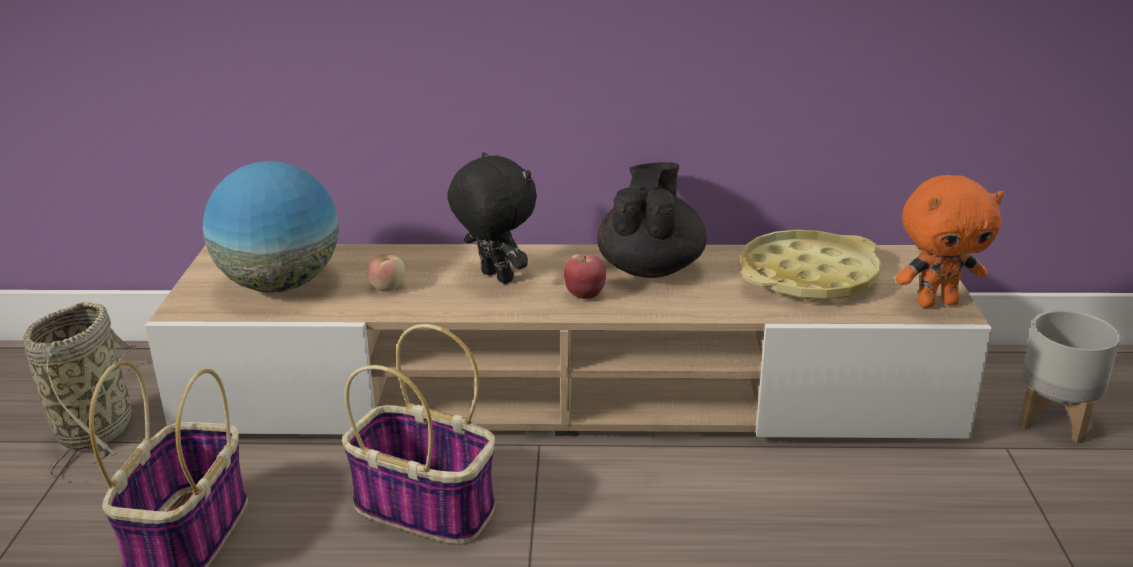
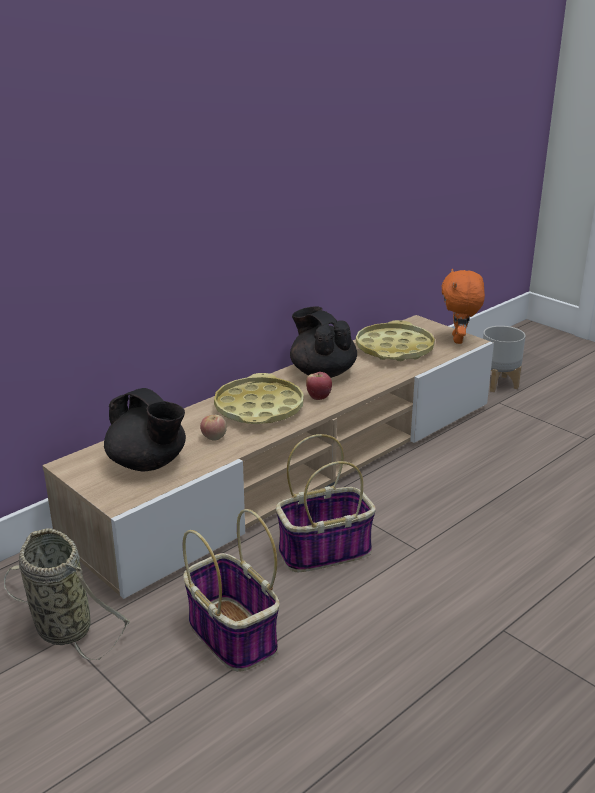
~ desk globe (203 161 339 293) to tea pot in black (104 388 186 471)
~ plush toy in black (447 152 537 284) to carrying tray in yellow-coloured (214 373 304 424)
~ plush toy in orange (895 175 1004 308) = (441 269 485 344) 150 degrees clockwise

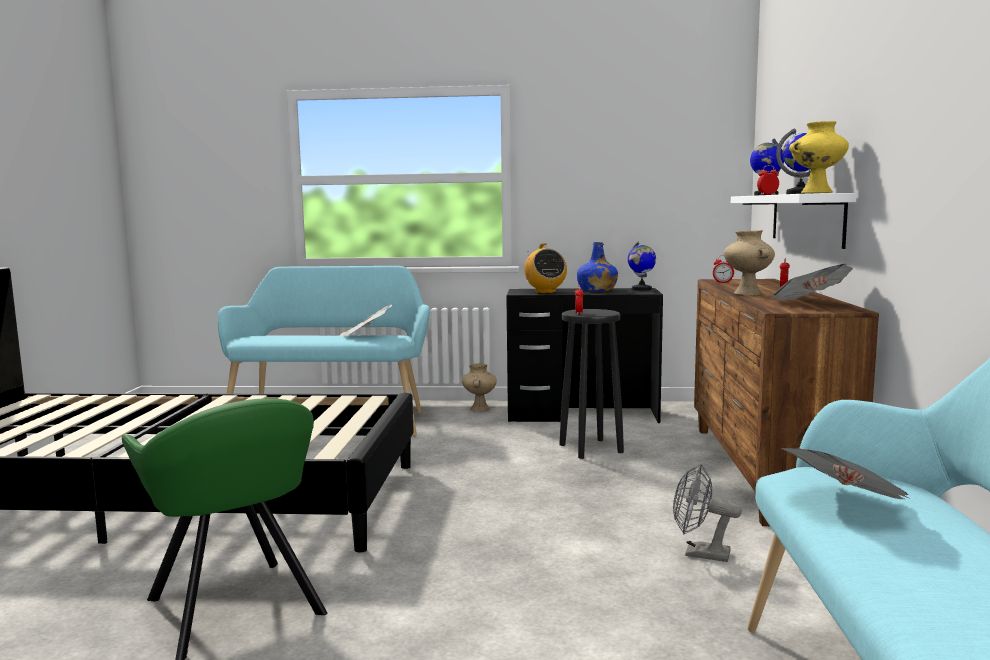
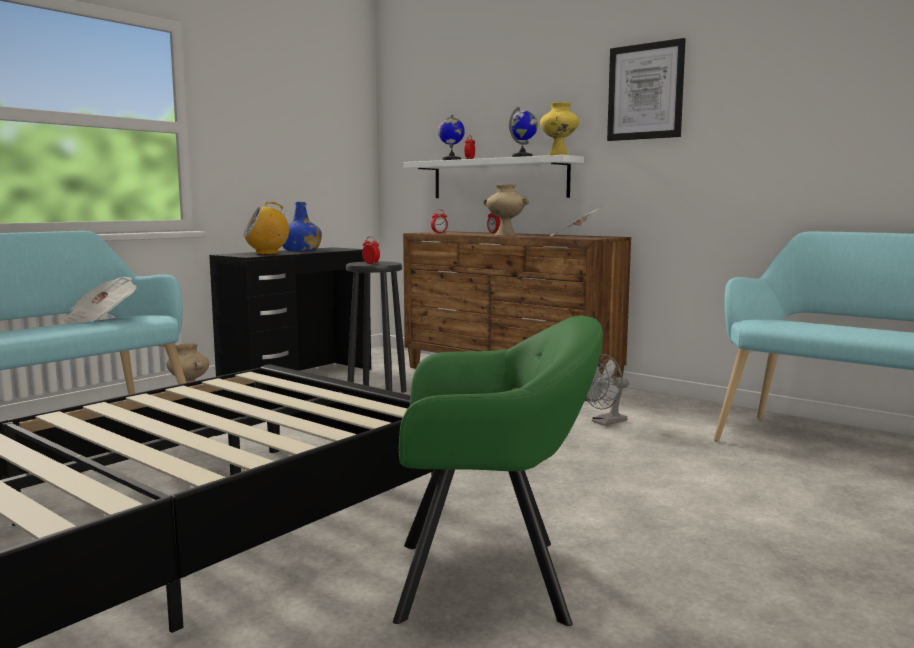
~ radio set (524 243 567 294) = (244 202 289 255) 135 degrees clockwise
- desk globe (628 241 656 291)
- newspaper (781 448 911 499)
+ wall art (607 38 686 141)

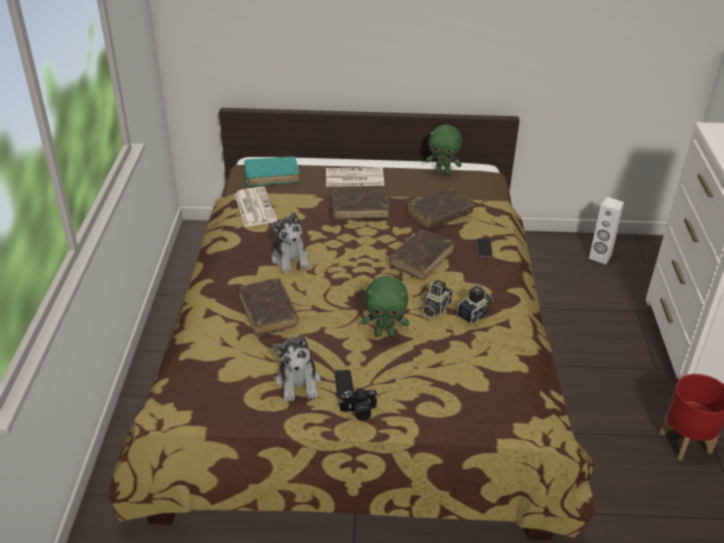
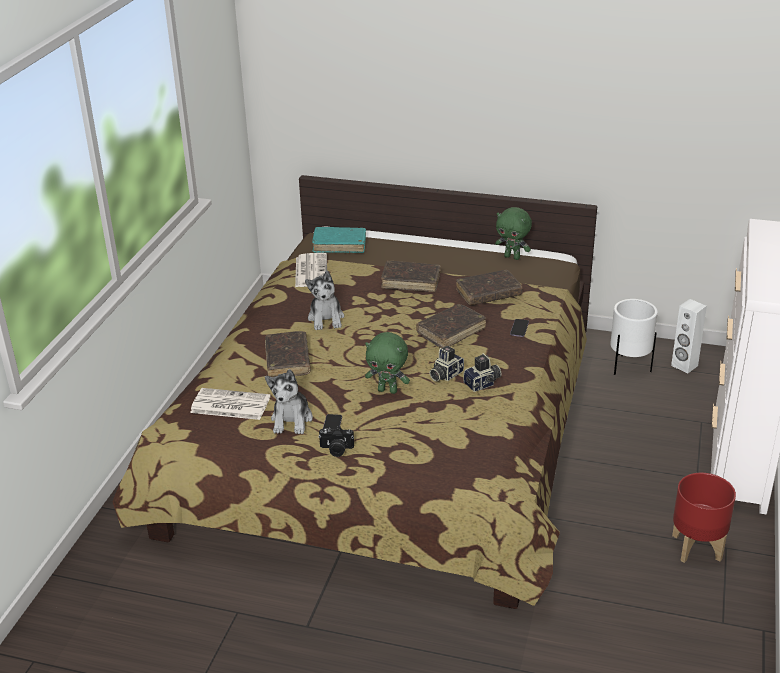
~ newspaper (326 167 384 187) to (190 388 270 420)
+ planter in whitish (610 299 658 375)

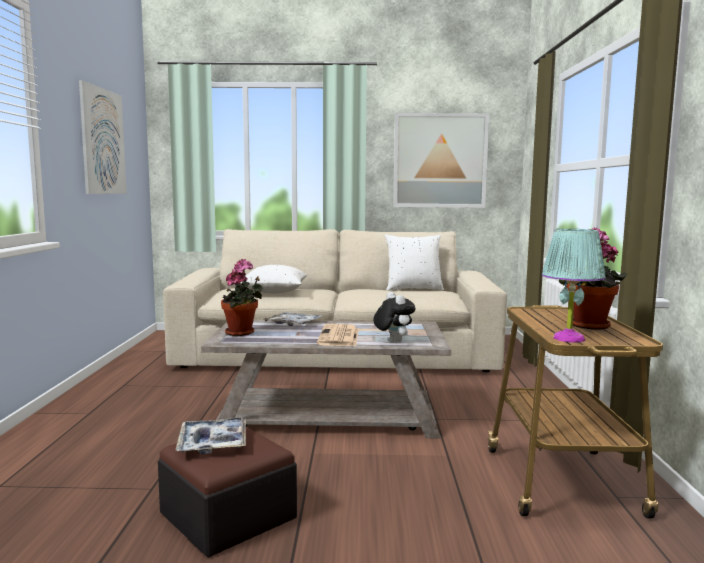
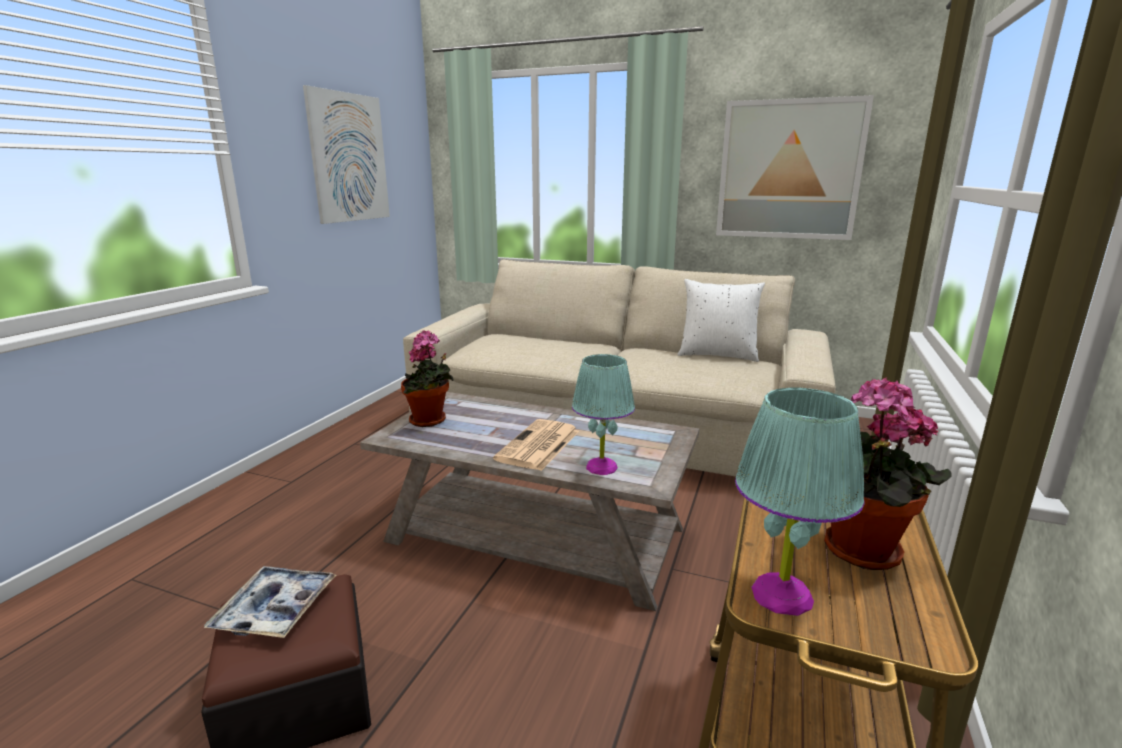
- pillow in whitish (240 265 307 293)
- carrying tray (263 312 322 326)
~ plush toy (373 292 415 342) to table lamp in turquoise-coloured (572 354 635 475)

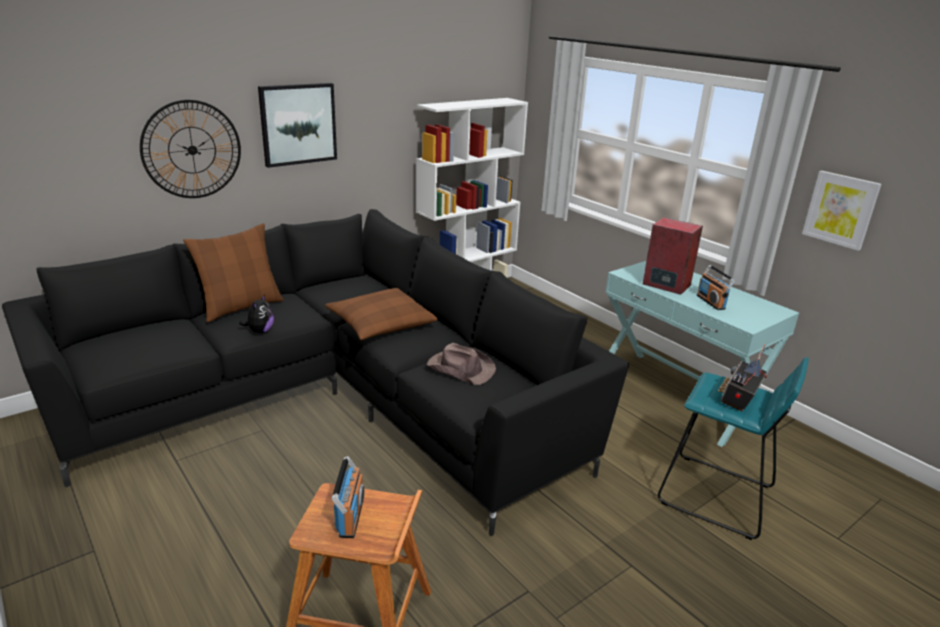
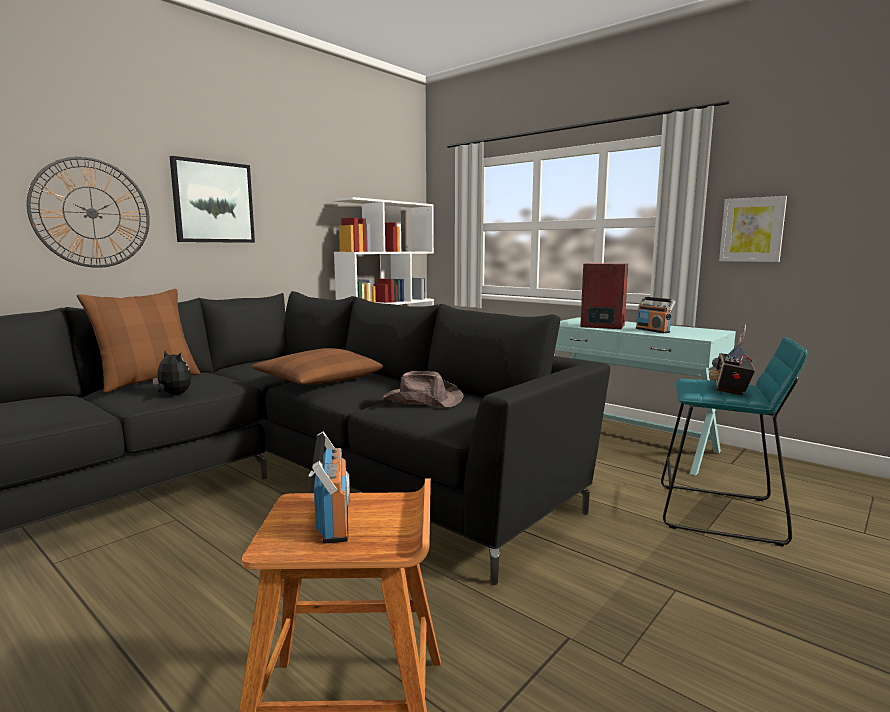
~ plush toy (239 294 274 333) = (152 351 192 395) 60 degrees counterclockwise

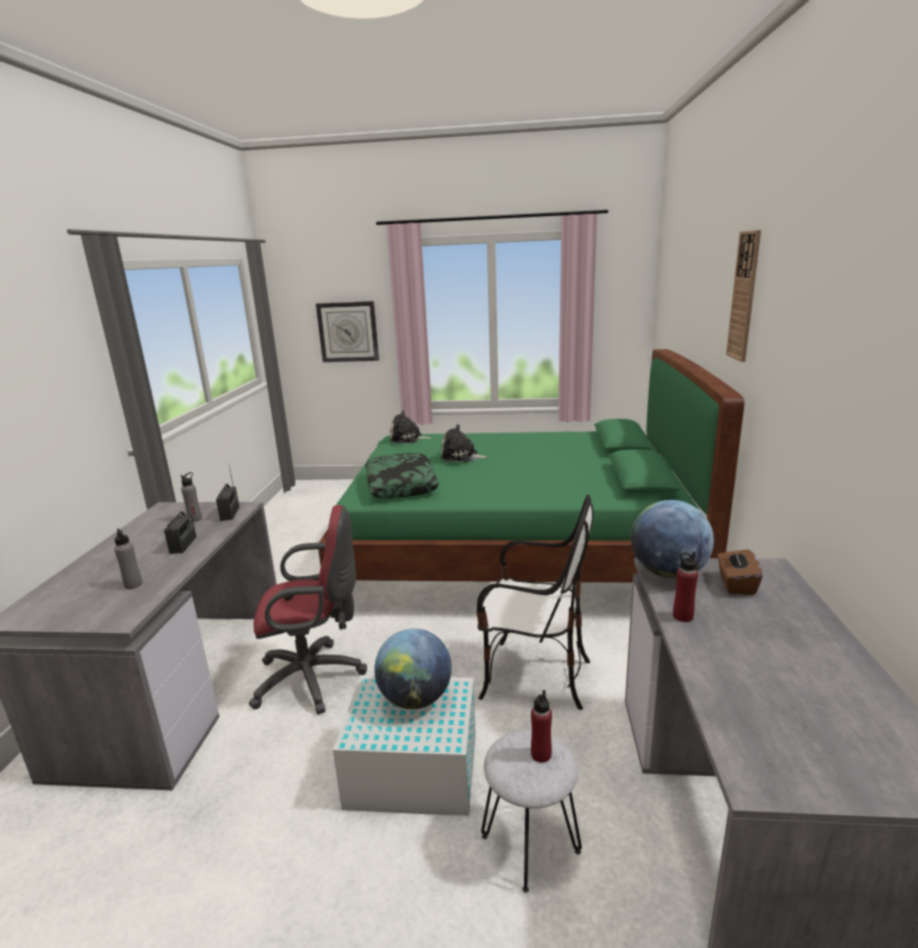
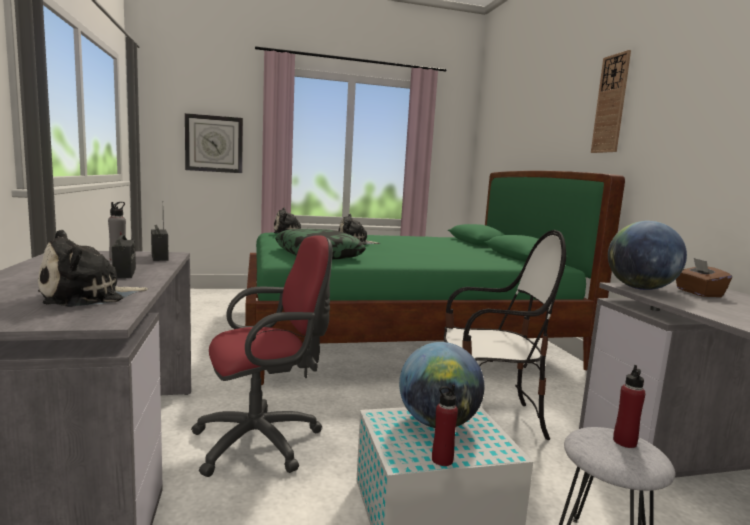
~ bottle in greyish (114 528 143 589) to plush toy (38 230 148 307)
~ bottle in reddish (673 551 698 622) to (432 385 458 466)

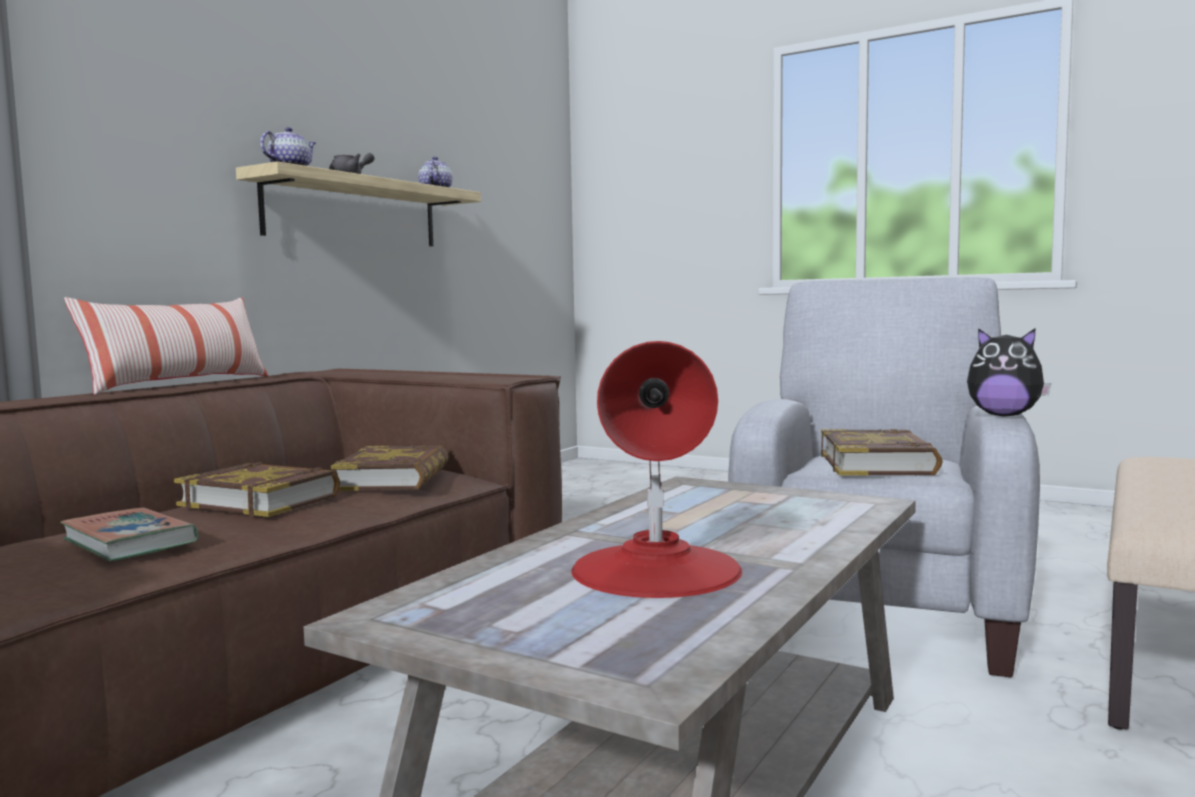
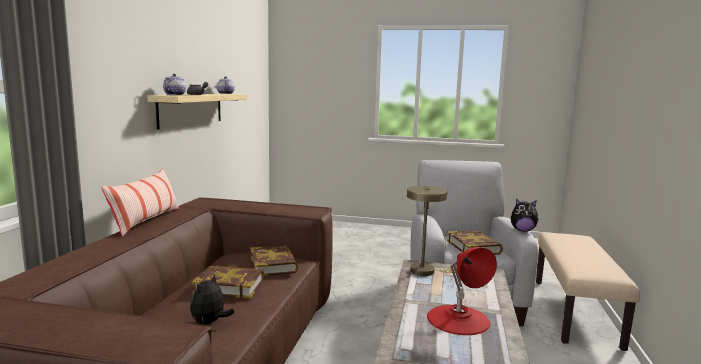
~ book (60 508 199 561) to plush toy (190 274 234 324)
+ table lamp in sand-coloured (407 186 455 276)

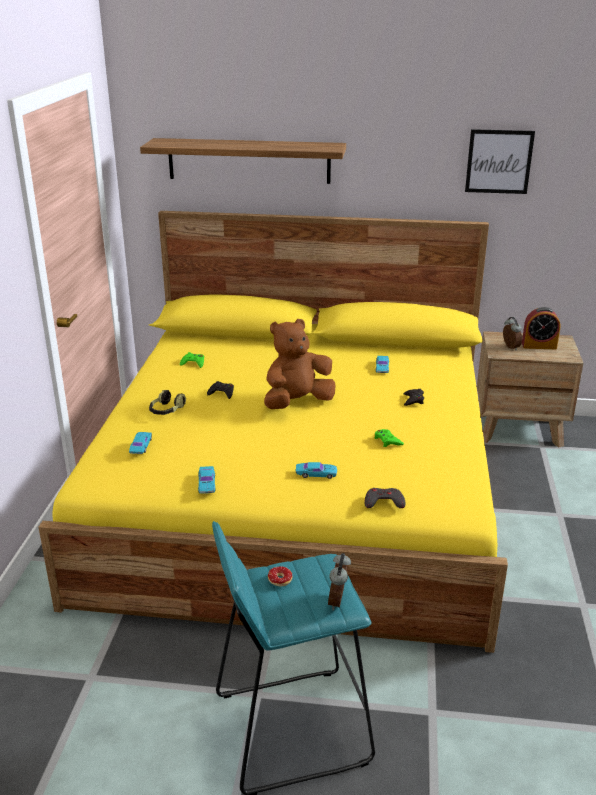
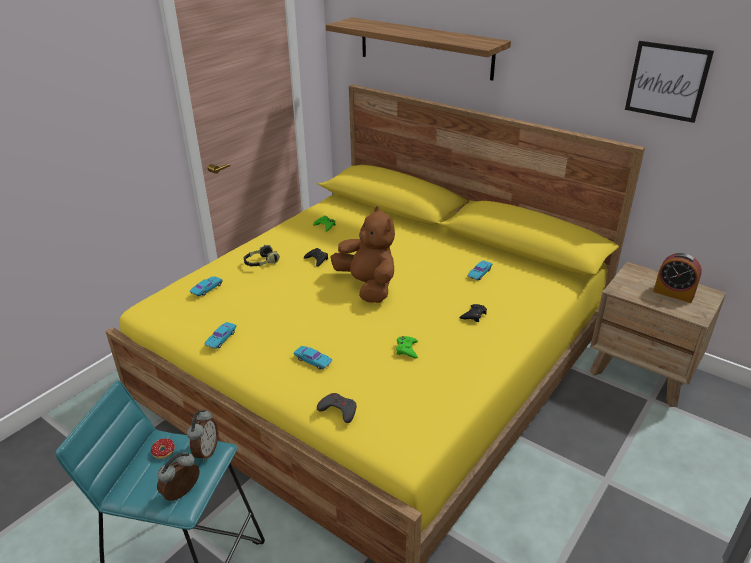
~ plush toy in brownish (264 319 336 409) = (331 206 395 303) 60 degrees clockwise
~ table clock (503 317 522 350) to (187 409 218 462)

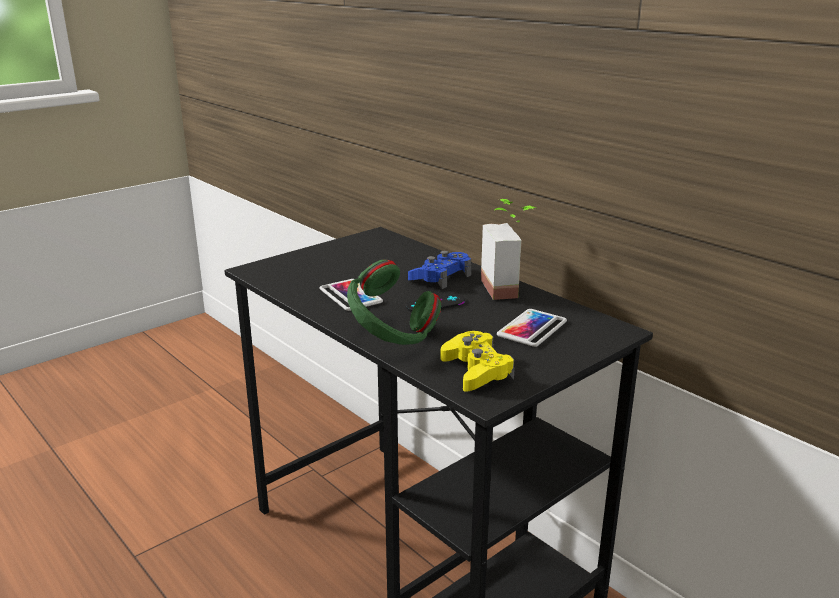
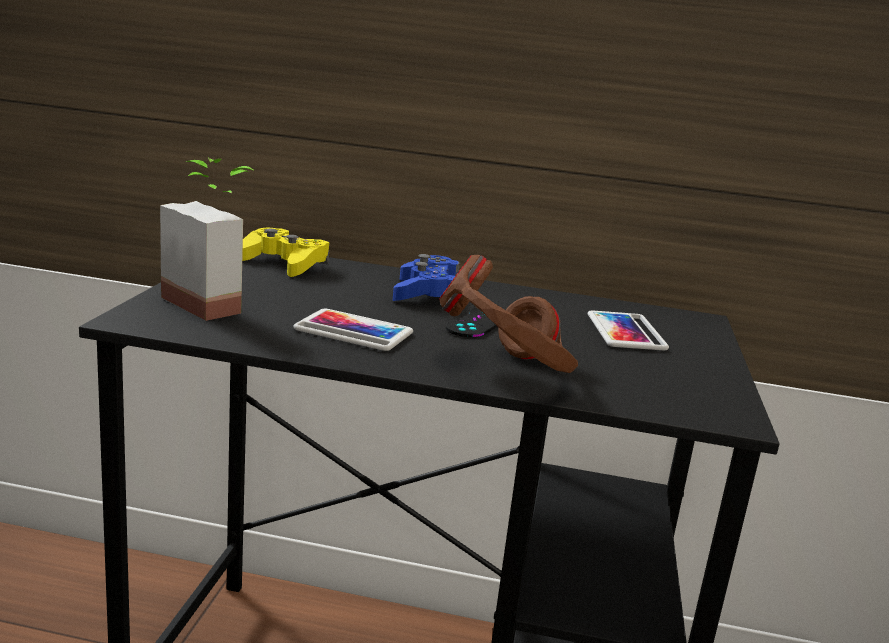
~ headphones in greenish (347 260 441 345) to headphones in brownish (439 255 578 373)
~ joypad in yellow-coloured (441 331 515 392) to (242 228 329 277)
~ plant in a pot (481 199 536 300) to (160 157 253 321)

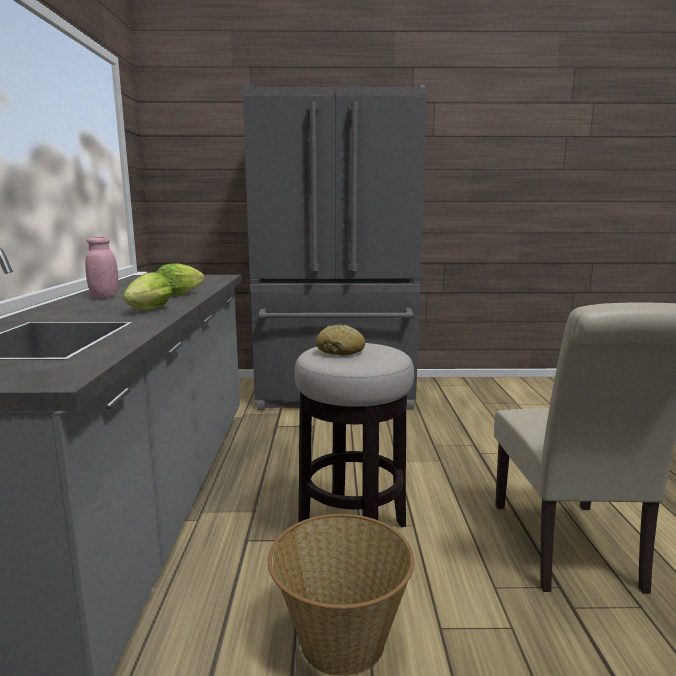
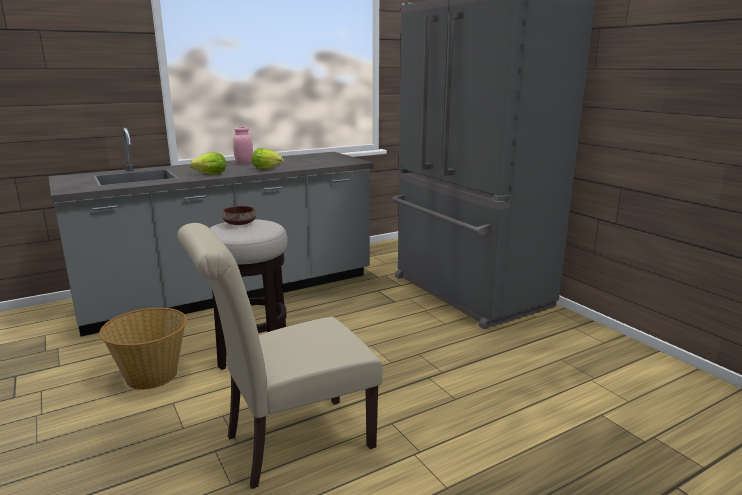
~ bakery bread (316 325 365 355) to bowl in brownish (222 206 256 225)

